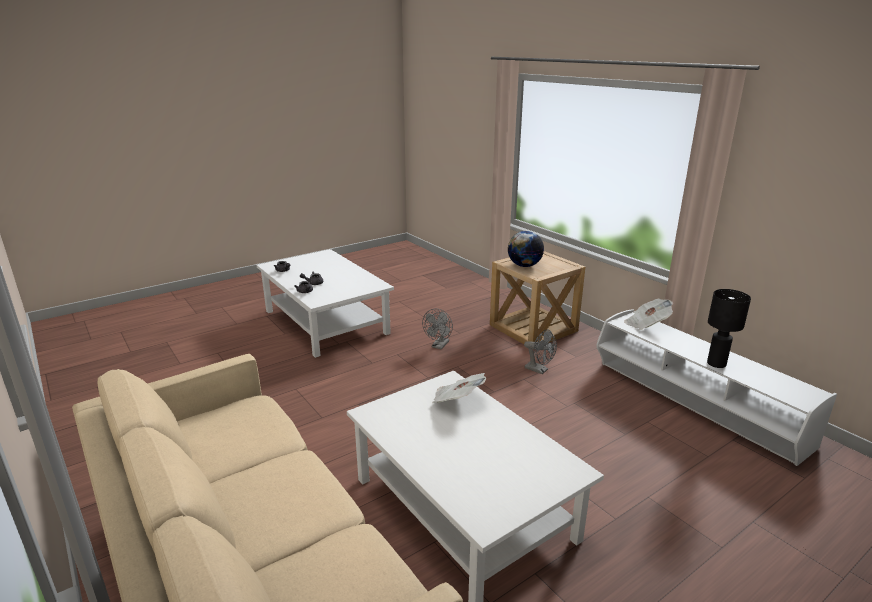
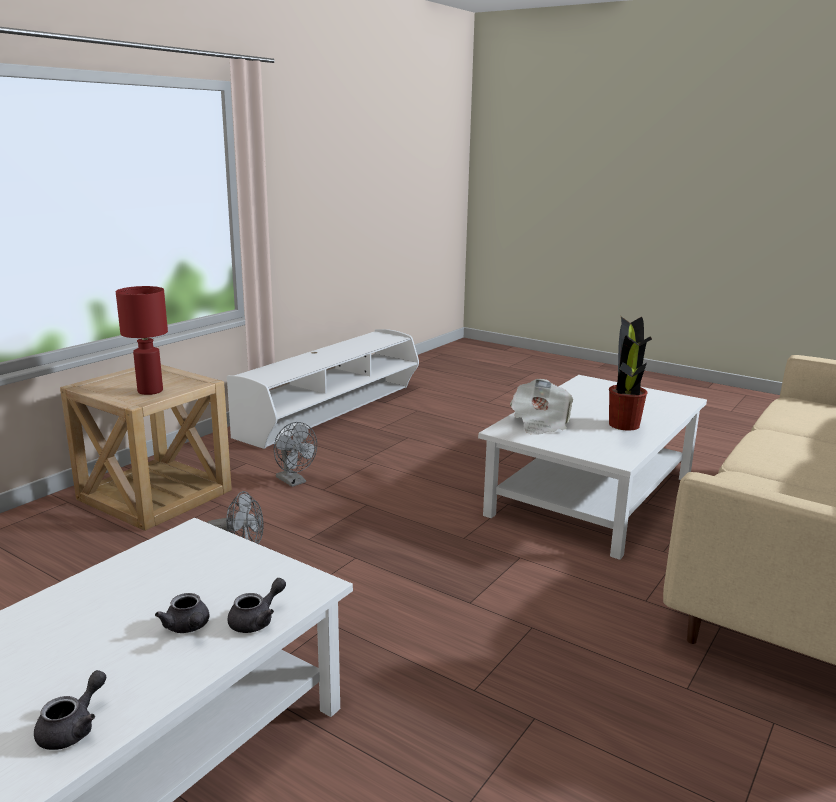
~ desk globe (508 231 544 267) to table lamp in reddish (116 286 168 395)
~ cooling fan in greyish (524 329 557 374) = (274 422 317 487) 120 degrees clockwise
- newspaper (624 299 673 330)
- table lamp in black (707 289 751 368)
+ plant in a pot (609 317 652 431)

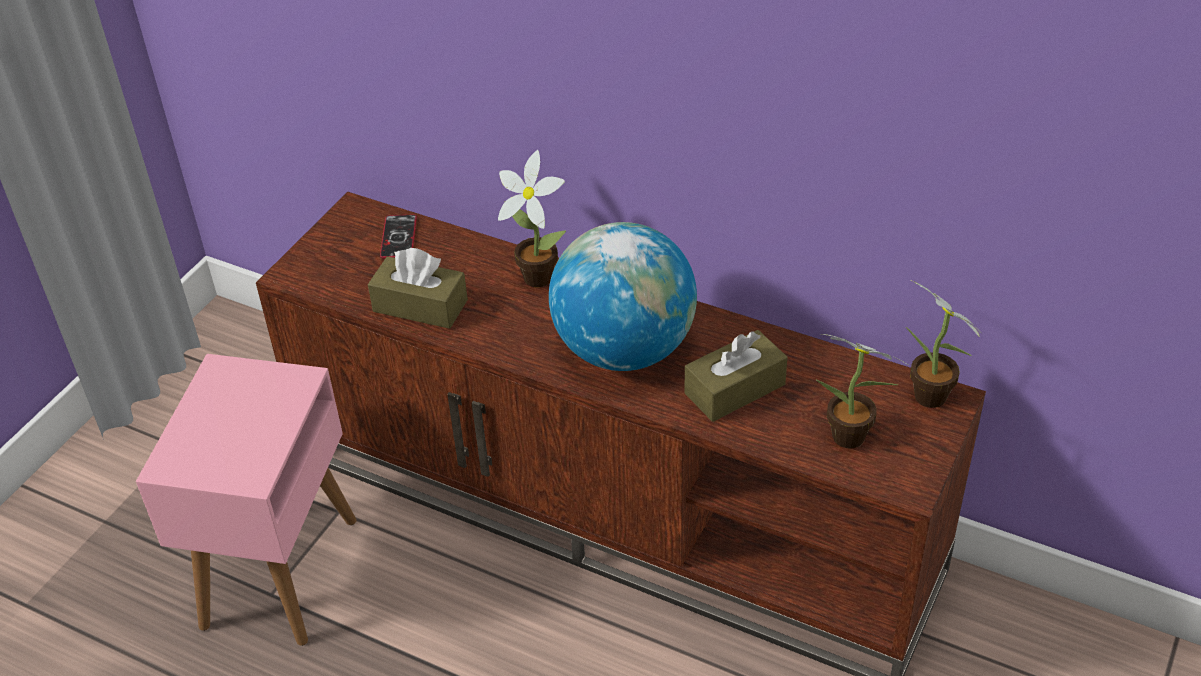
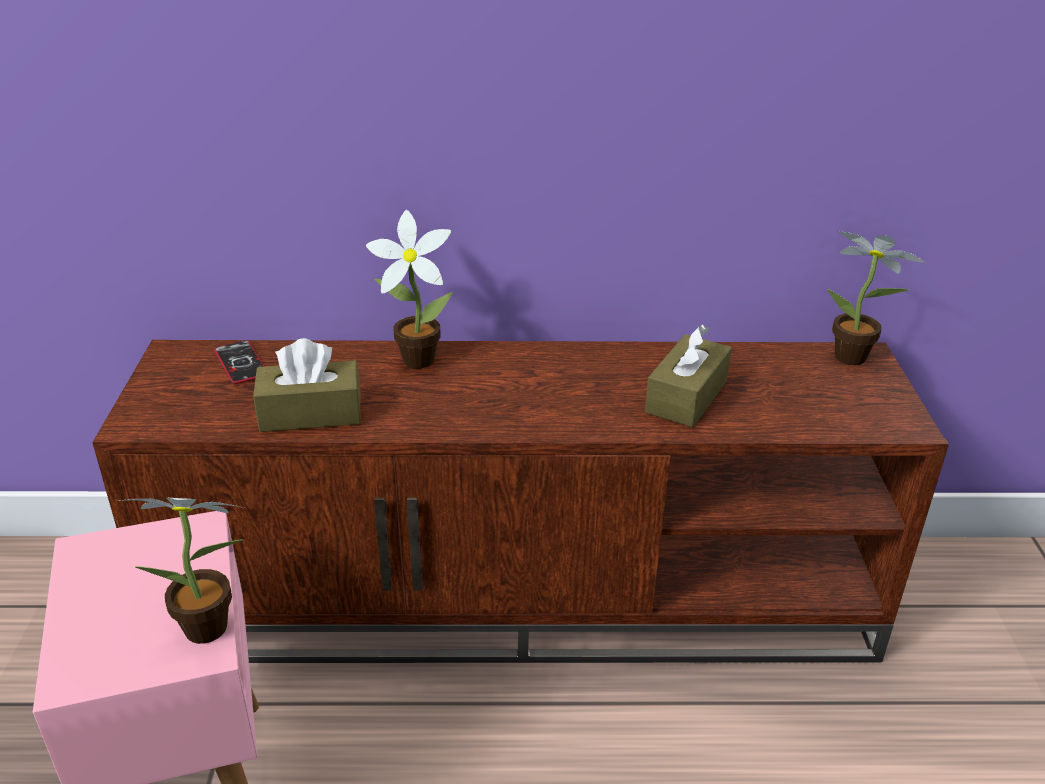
- desk globe (549 222 697 371)
~ plant in a pot (816 334 907 449) to (119 498 244 644)

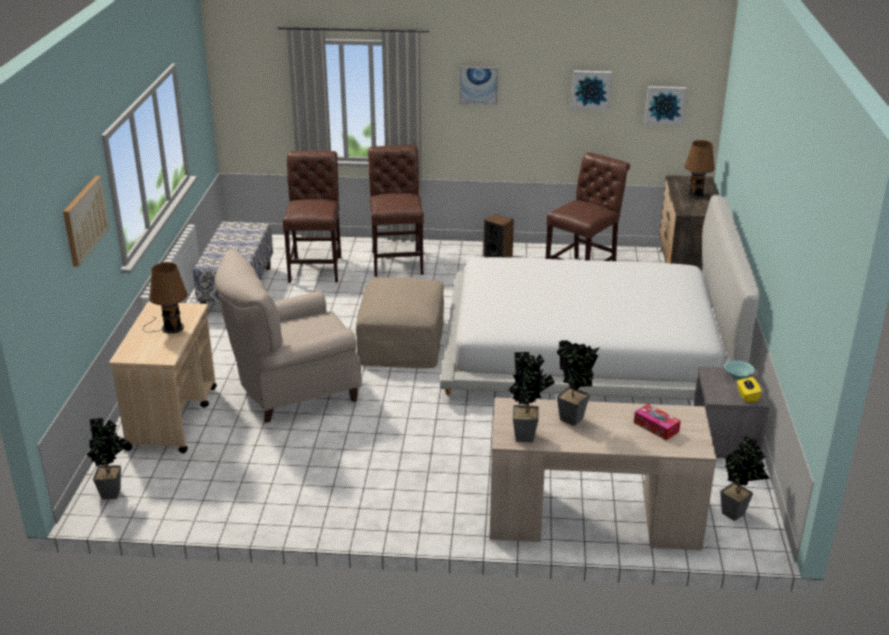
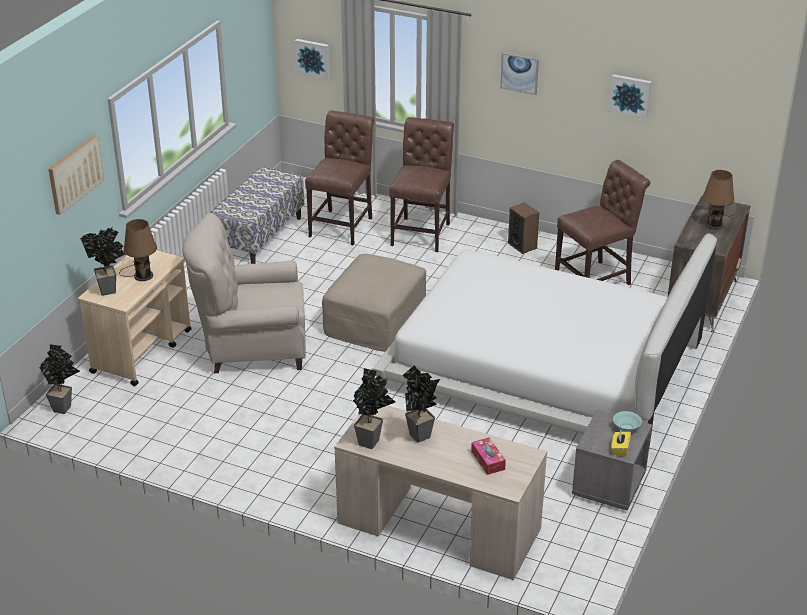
~ wall art (645 86 687 125) to (295 39 330 80)
~ plant in a pot (721 435 770 521) to (80 227 125 296)

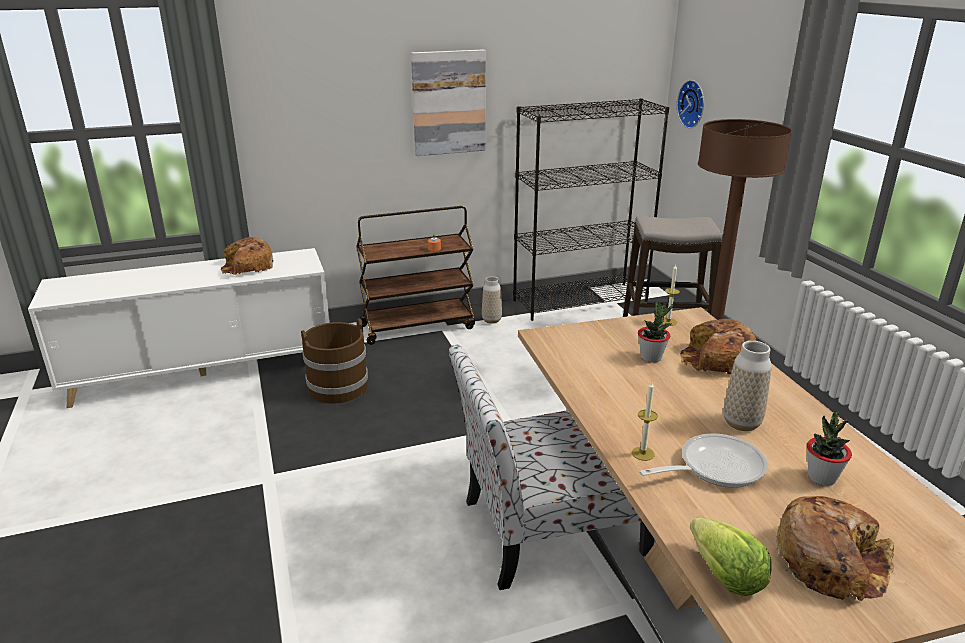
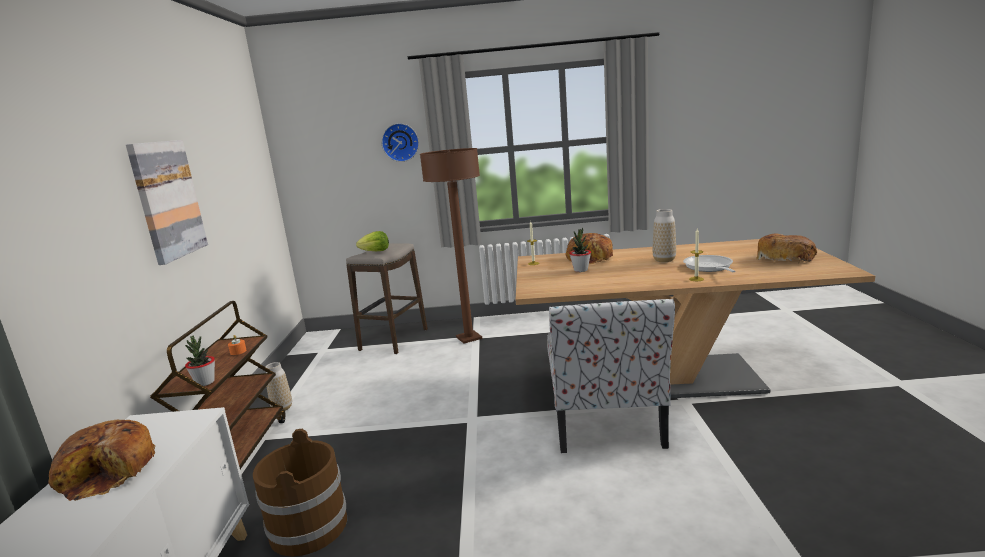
- shelving unit in black (513 98 669 321)
~ clock on the wall (677 80 704 128) to (381 123 419 162)
~ lettuce (690 517 772 596) to (356 231 389 251)
~ plant in a pot (807 411 852 486) to (185 335 215 386)

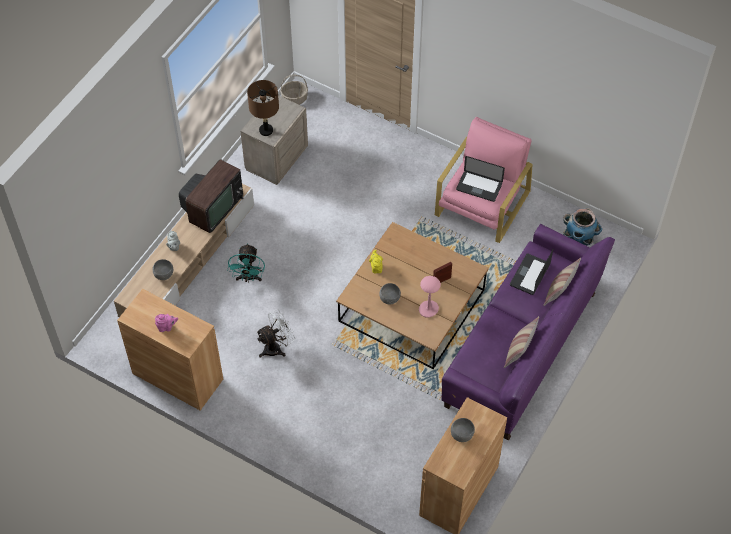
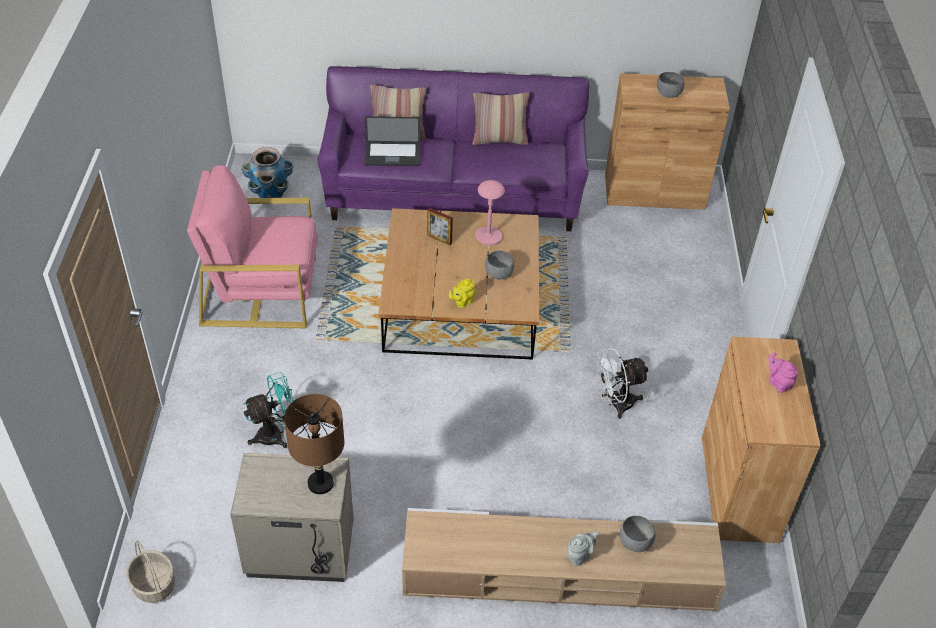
- television (179 159 243 233)
~ cooling fan in turquoise-coloured (228 243 265 283) to (244 372 293 448)
~ cooling fan in whitish (256 309 295 357) = (595 348 649 419) 45 degrees counterclockwise
- laptop (456 156 505 202)

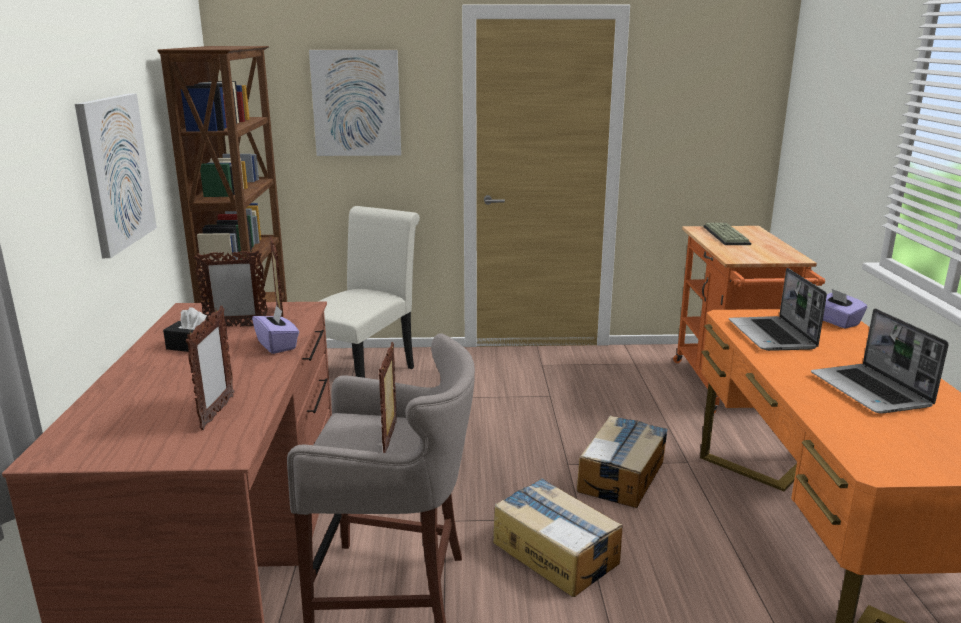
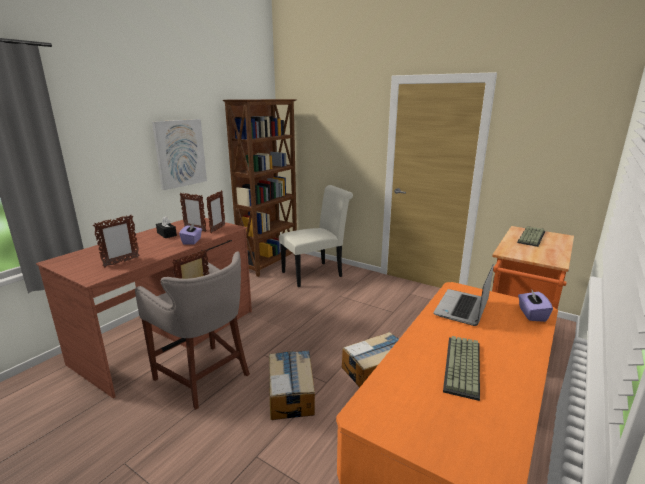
- wall art (309 50 401 156)
~ laptop (811 308 949 414) to keyboard (443 336 480 401)

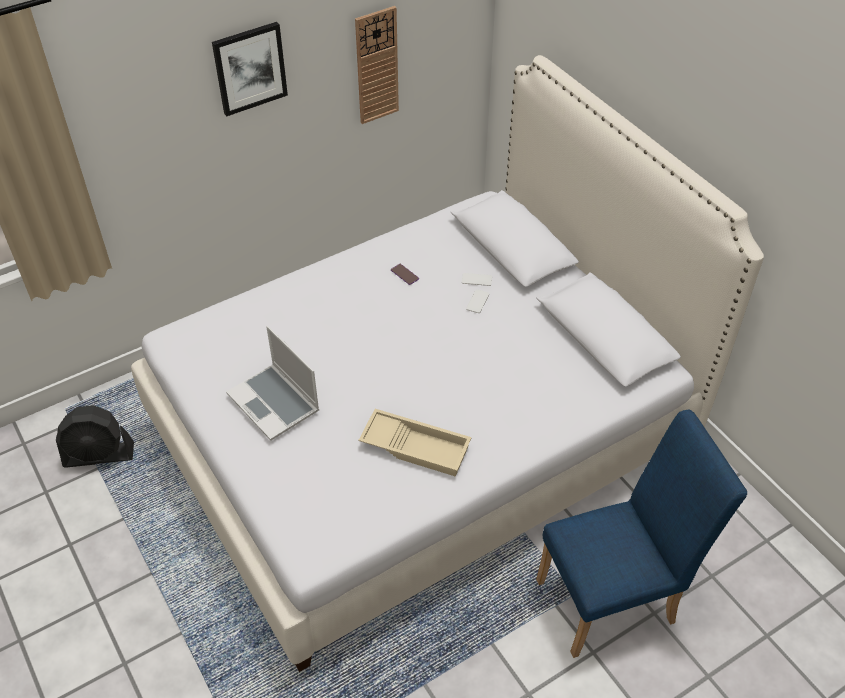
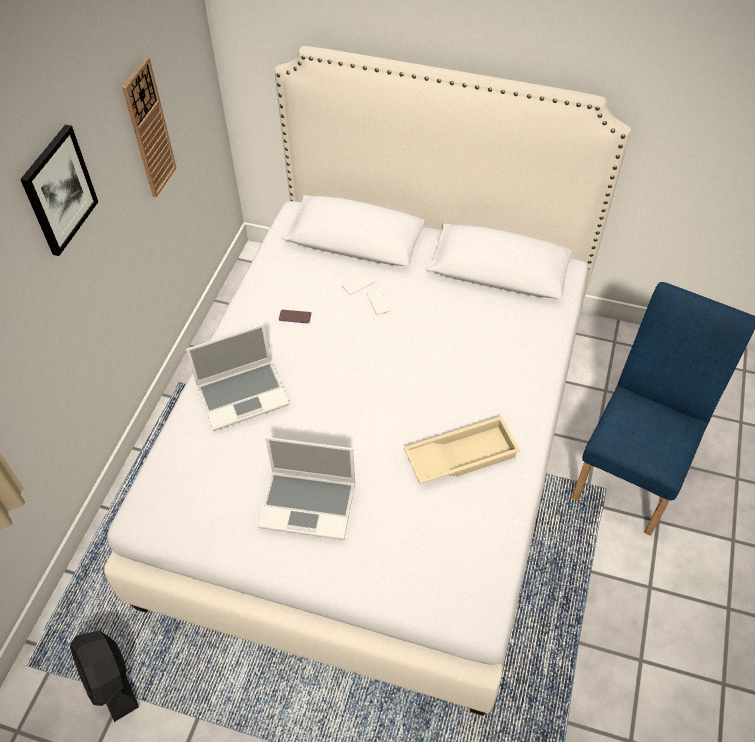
~ cooling fan in black (56 405 134 467) = (70 630 139 722) 105 degrees clockwise
+ laptop (186 324 290 431)

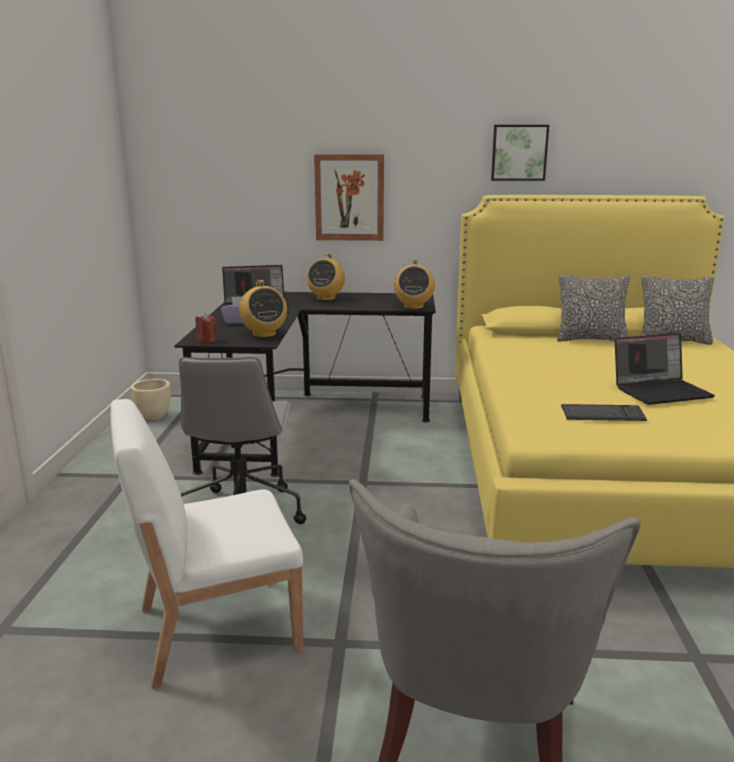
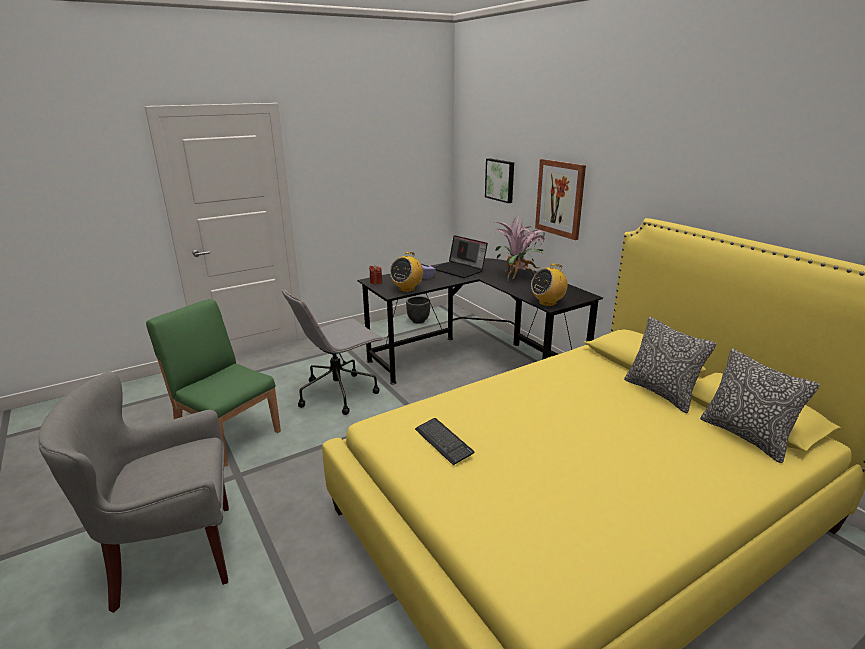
~ upright chair in whitish (111 399 303 689) to upright chair in greenish (146 299 281 467)
~ planter in sand-coloured (131 379 171 420) to planter in black (406 296 430 324)
~ radio set (306 254 345 301) to plant in a pot (493 216 545 278)
~ wall art (491 125 549 181) to (485 158 514 203)
- laptop (615 333 715 405)

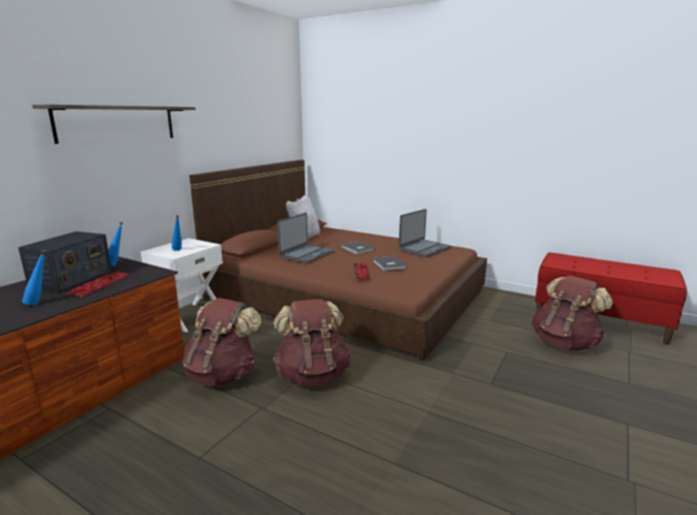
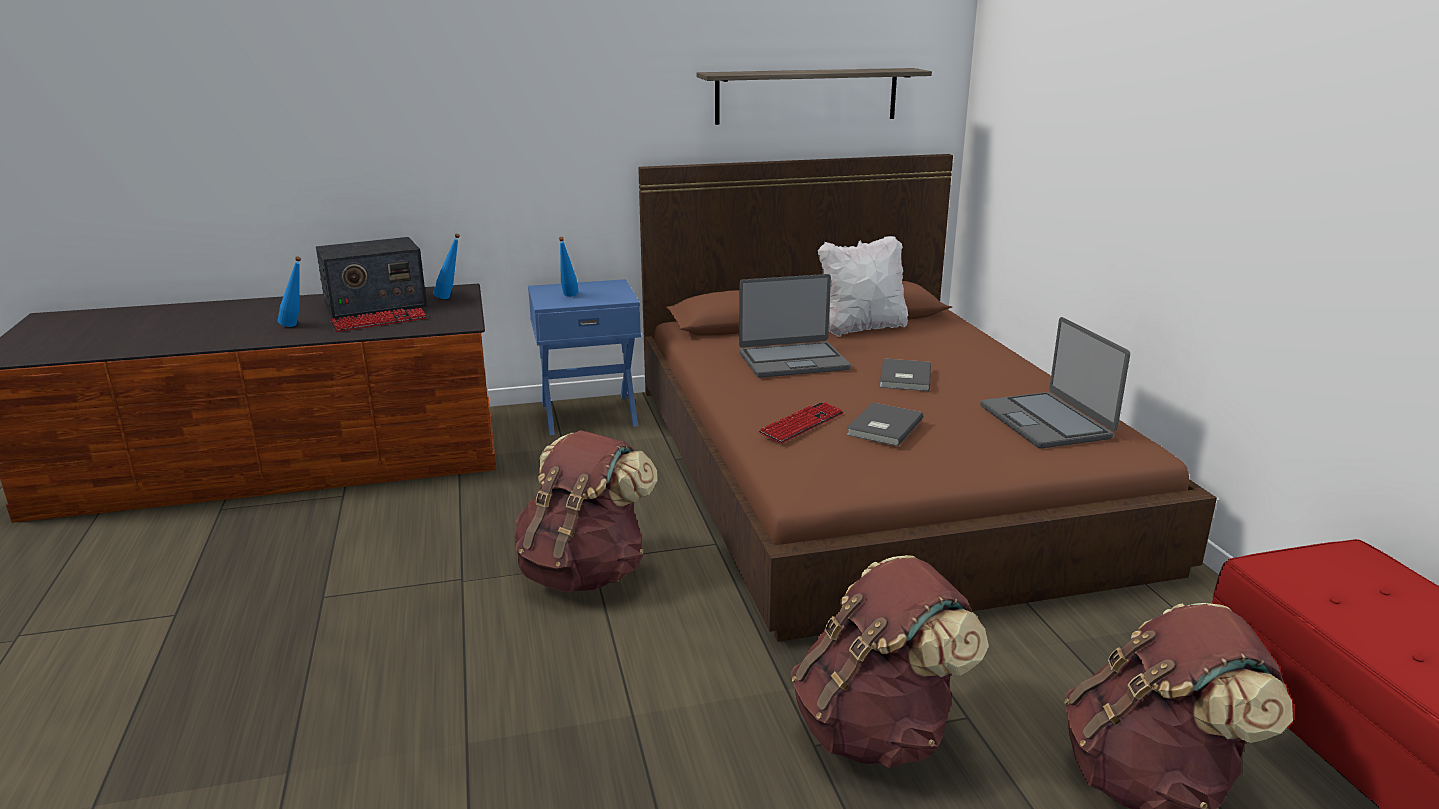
~ wall shelf (32 104 196 144) to (696 68 932 125)
~ bedside table in whitish (140 238 223 332) to bedside table in blue (528 279 641 435)
~ knapsack in brownish (183 298 261 387) to (791 555 989 768)
~ laptop (399 209 451 257) = (980 317 1130 449) 75 degrees clockwise

